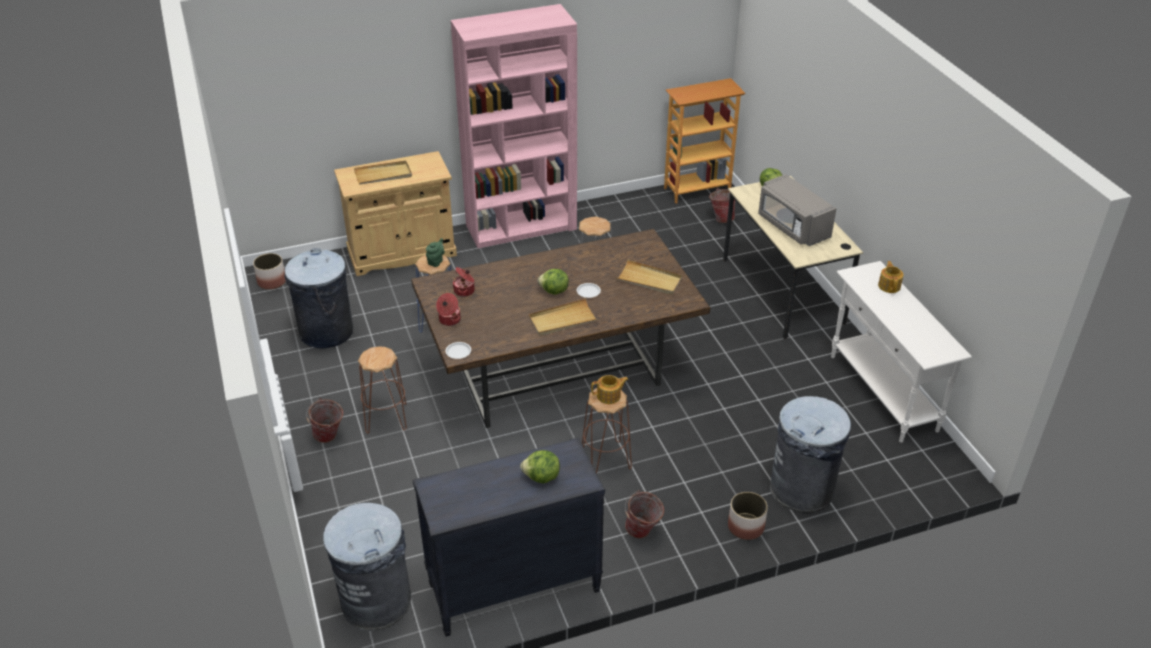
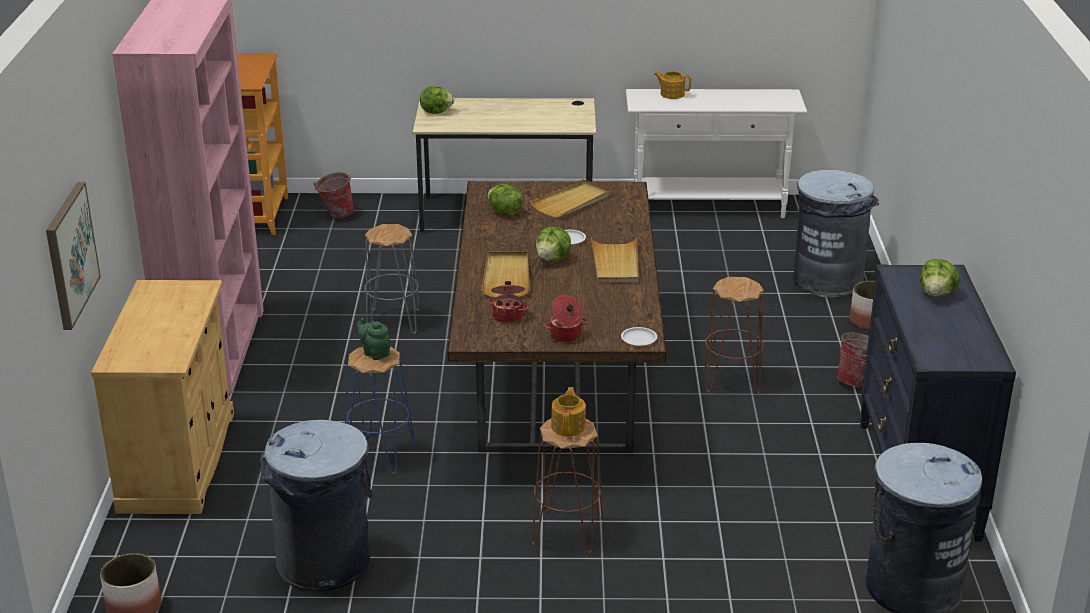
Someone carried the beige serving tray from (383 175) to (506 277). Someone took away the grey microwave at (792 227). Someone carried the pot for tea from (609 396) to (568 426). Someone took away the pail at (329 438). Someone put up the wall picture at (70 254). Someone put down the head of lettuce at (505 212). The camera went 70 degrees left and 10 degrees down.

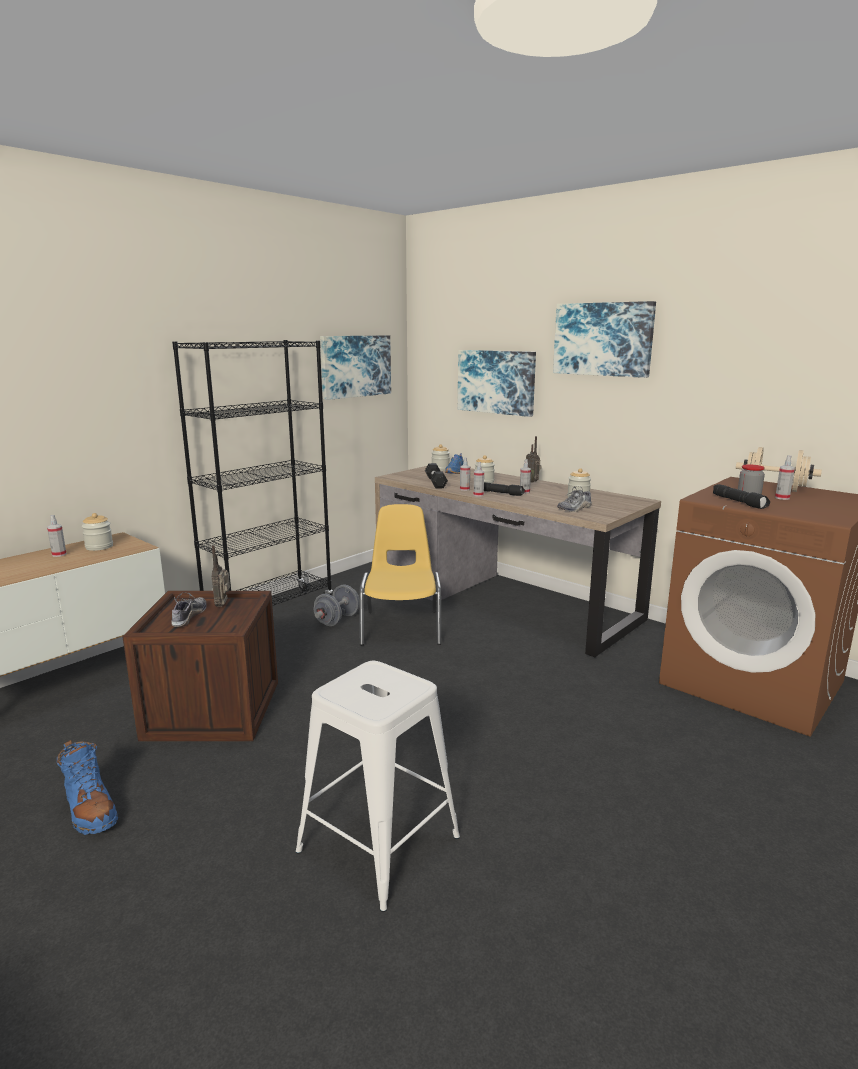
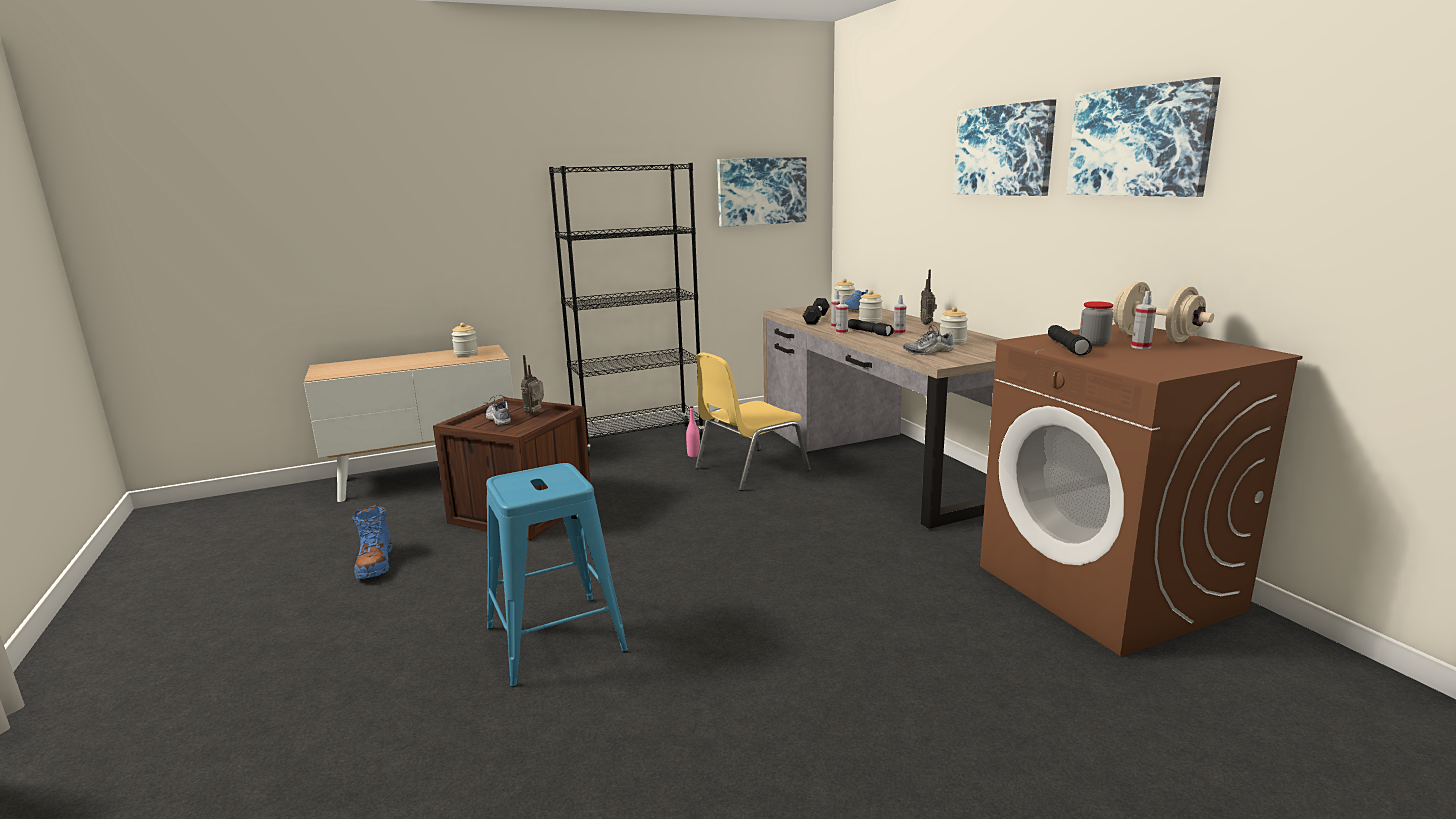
Someone carried the wall picture from (496 382) to (1139 141). Someone rotated the yellowish chair at (401 627) by 150 degrees counterclockwise. Someone took away the spray bottle at (59 554). Someone swapped the grey free weight at (337 620) for the pink bottle at (693 455). Someone rotated the low shoe at (189 617) by 60 degrees counterclockwise. Someone repainted the white stool seat at (378 844), which became the blue-coloured stool seat at (554 639). The camera went 25 degrees right and 0 degrees up.

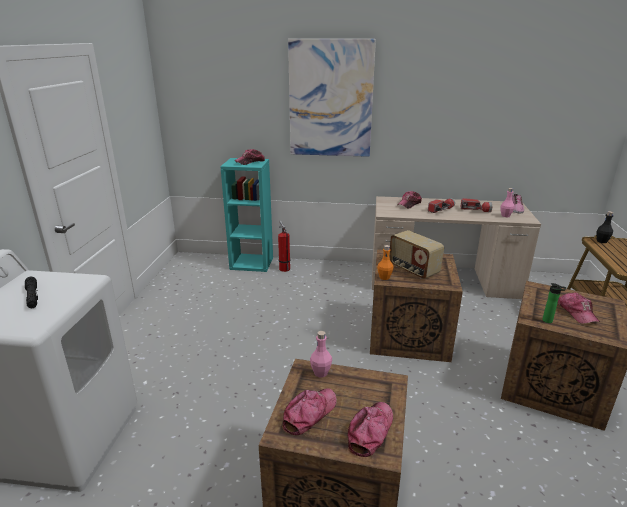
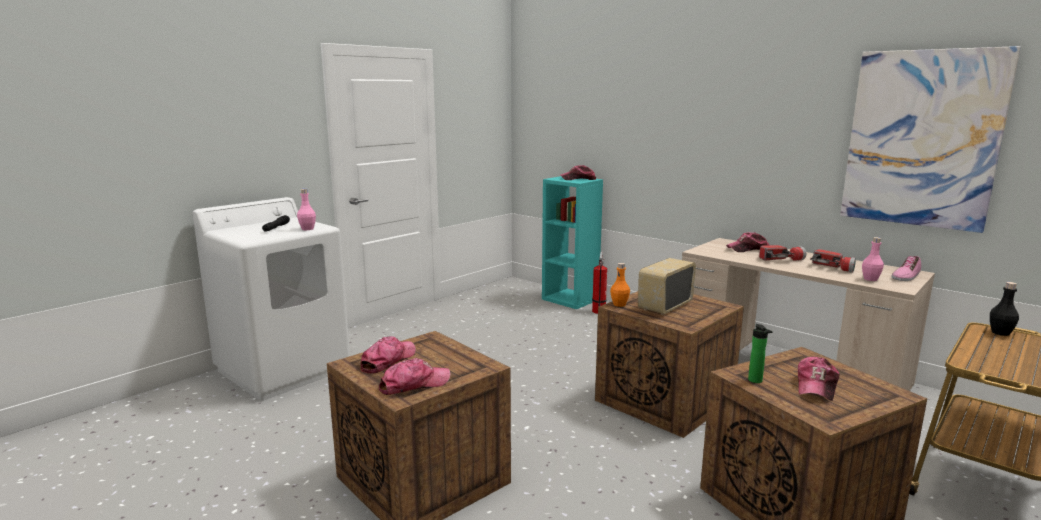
Someone carried the wall picture from (330 99) to (922 139). Someone rotated the radio set at (413 270) by 45 degrees clockwise. Someone carried the pink bottle from (321 373) to (307 229). Someone rotated the baseball cap at (309 414) by 45 degrees counterclockwise. The camera went 35 degrees right and 10 degrees down.

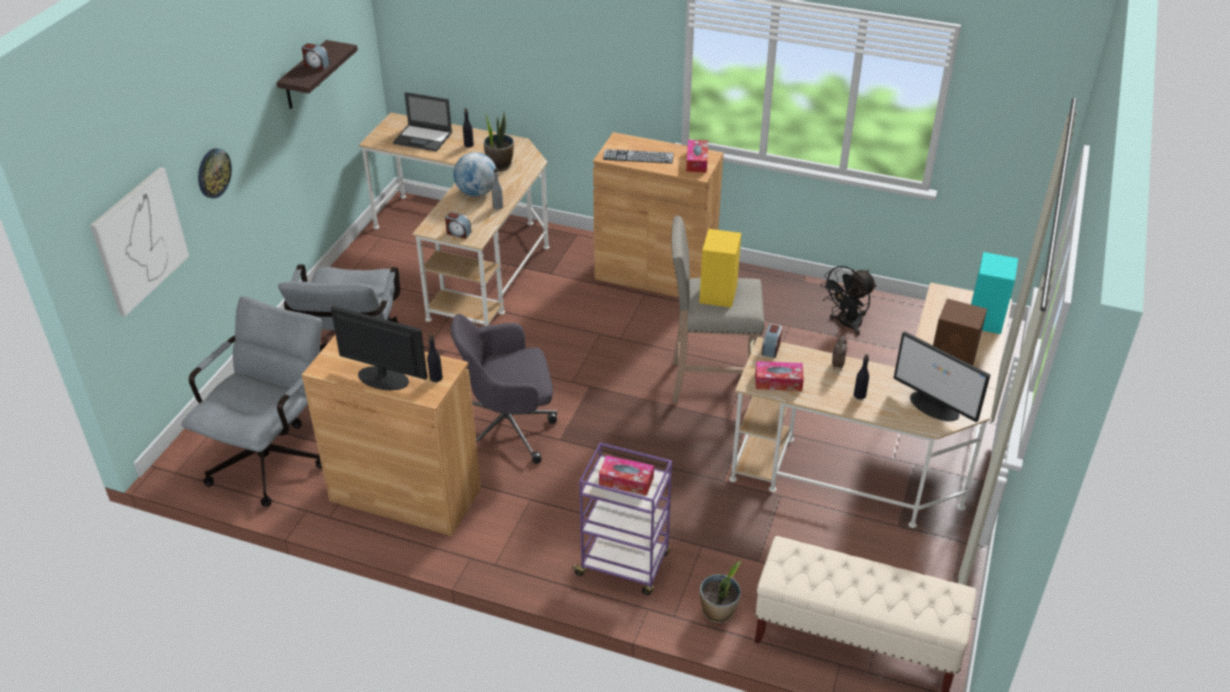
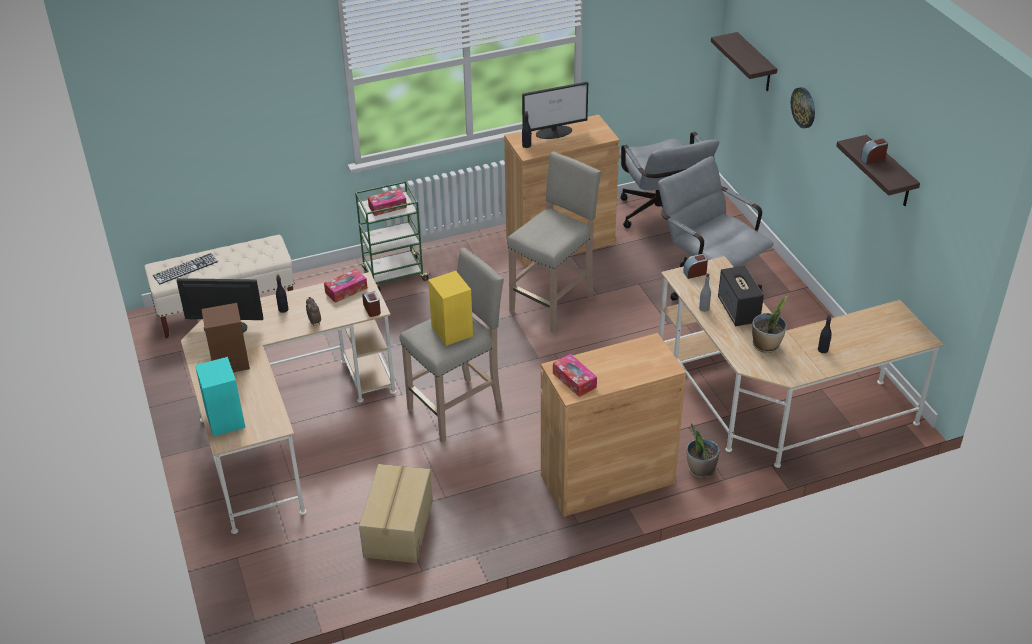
Someone took away the notebook computer at (423 138). Someone carried the PC keyboard from (638 156) to (185 268). Someone swapped the desk globe at (477 193) for the loudspeaker at (738 311). Someone swapped the wall picture at (139 240) for the bracket shelf at (755 63). Someone swapped the black electric fan at (846 324) for the carton at (397 528). Someone swapped the grey desk chair at (509 428) for the beige stool seat at (553 303). Someone repainted the purple-coloured wheeled cart at (624 565), which became the greenish wheeled cart at (394 275). Someone carried the plant in a pot from (718 612) to (700 469). The camera went 140 degrees right and 0 degrees up.

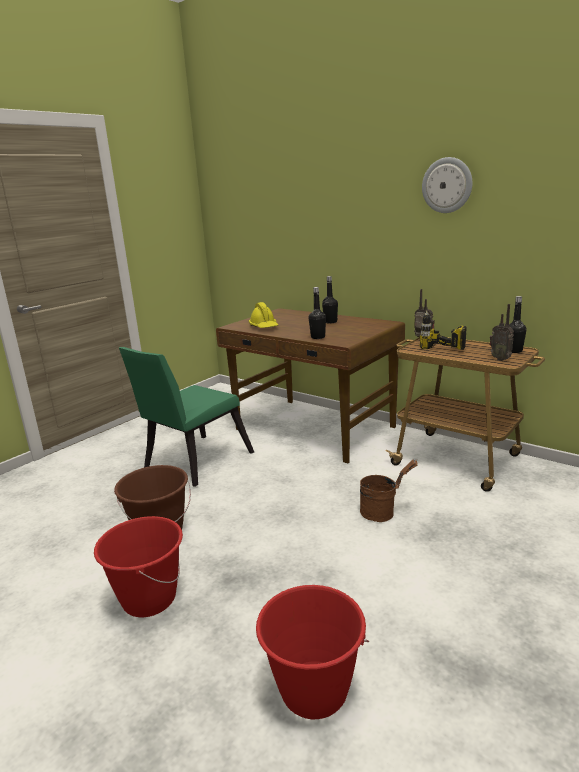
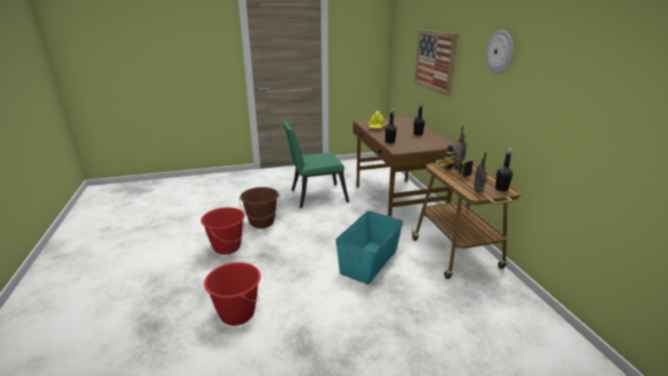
Someone swapped the brownish pail at (383 512) for the turquoise storage bin at (370 261). Someone put up the wall picture at (434 61). The camera went 35 degrees right and 5 degrees up.

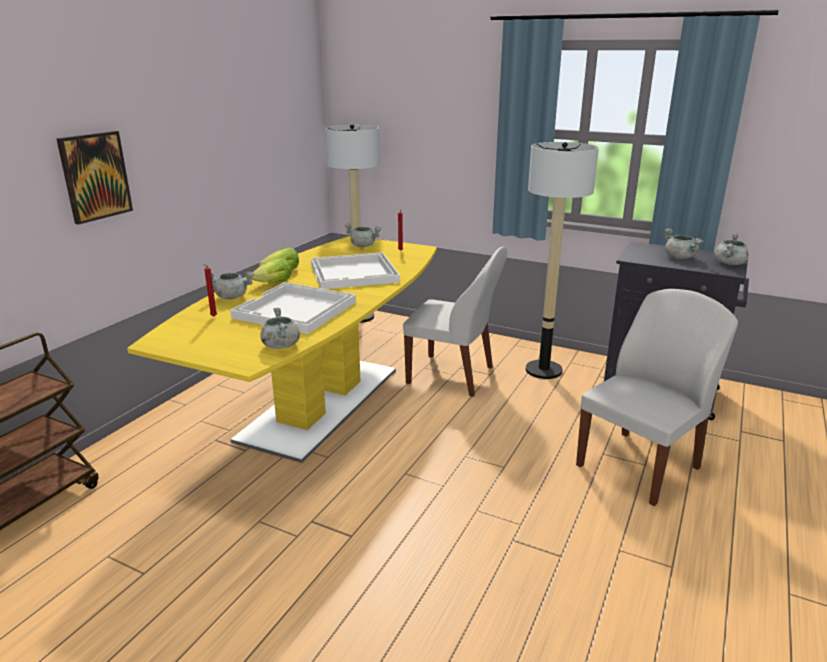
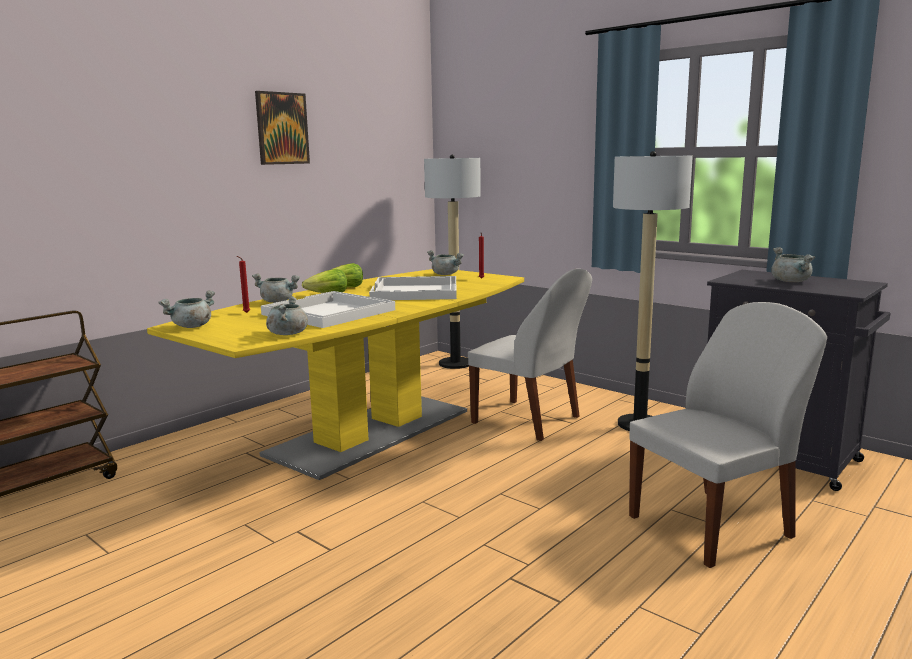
Someone carried the wall picture from (95 176) to (282 128). Someone carried the grey saucepot from (729 263) to (191 326). The camera went 15 degrees right and 10 degrees down.

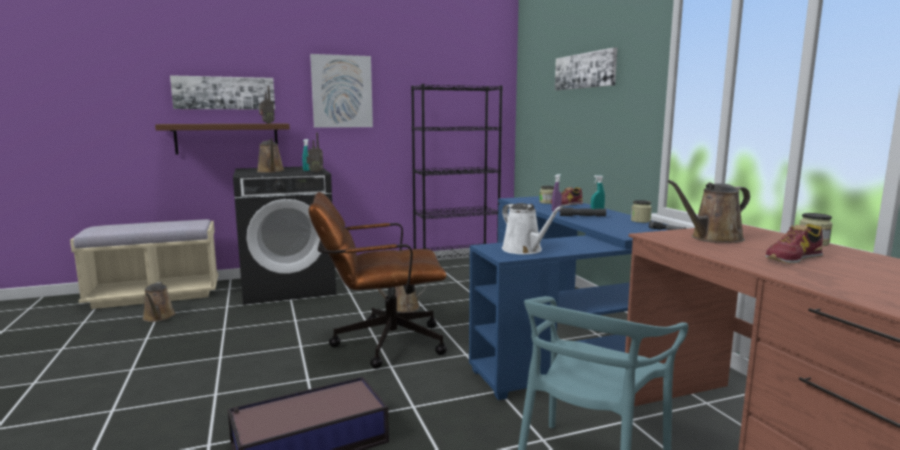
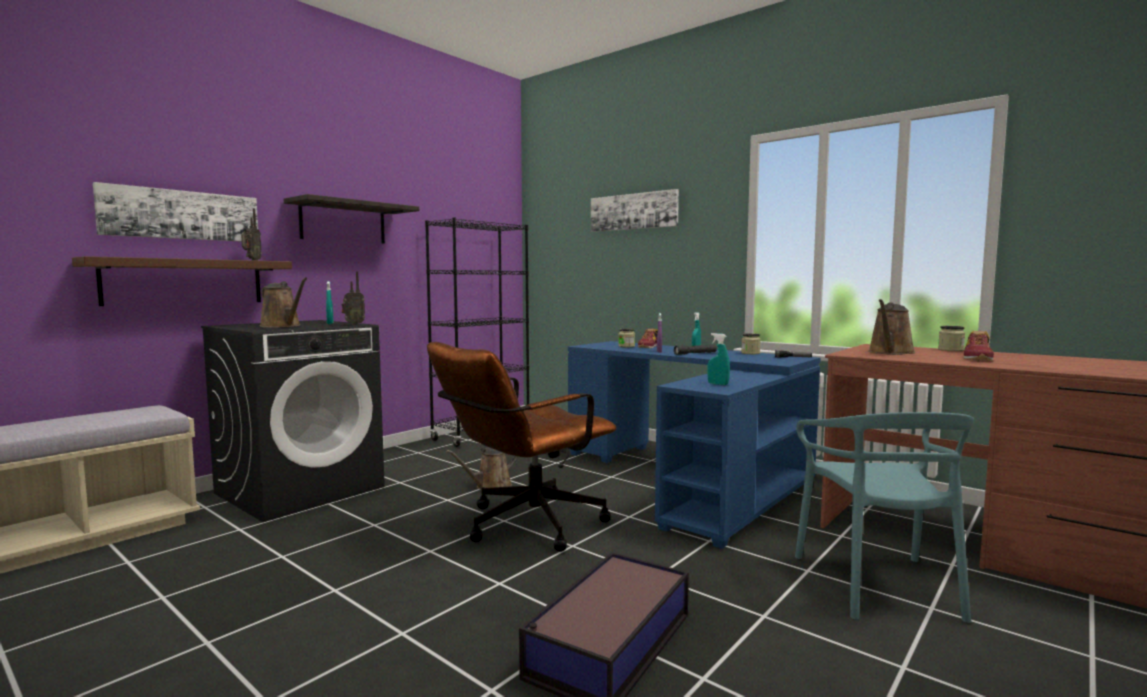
Someone swapped the wall picture at (342 91) for the bracket shelf at (343 223). Someone swapped the white sprinkling can at (524 250) for the turquoise spray bottle at (718 384). Someone took away the brownish sprinkling can at (158 317). The camera went 30 degrees left and 5 degrees down.

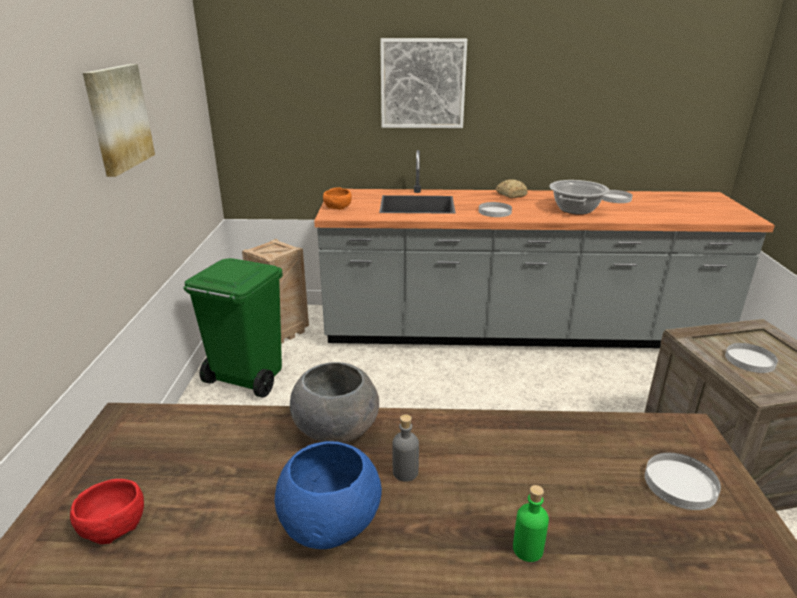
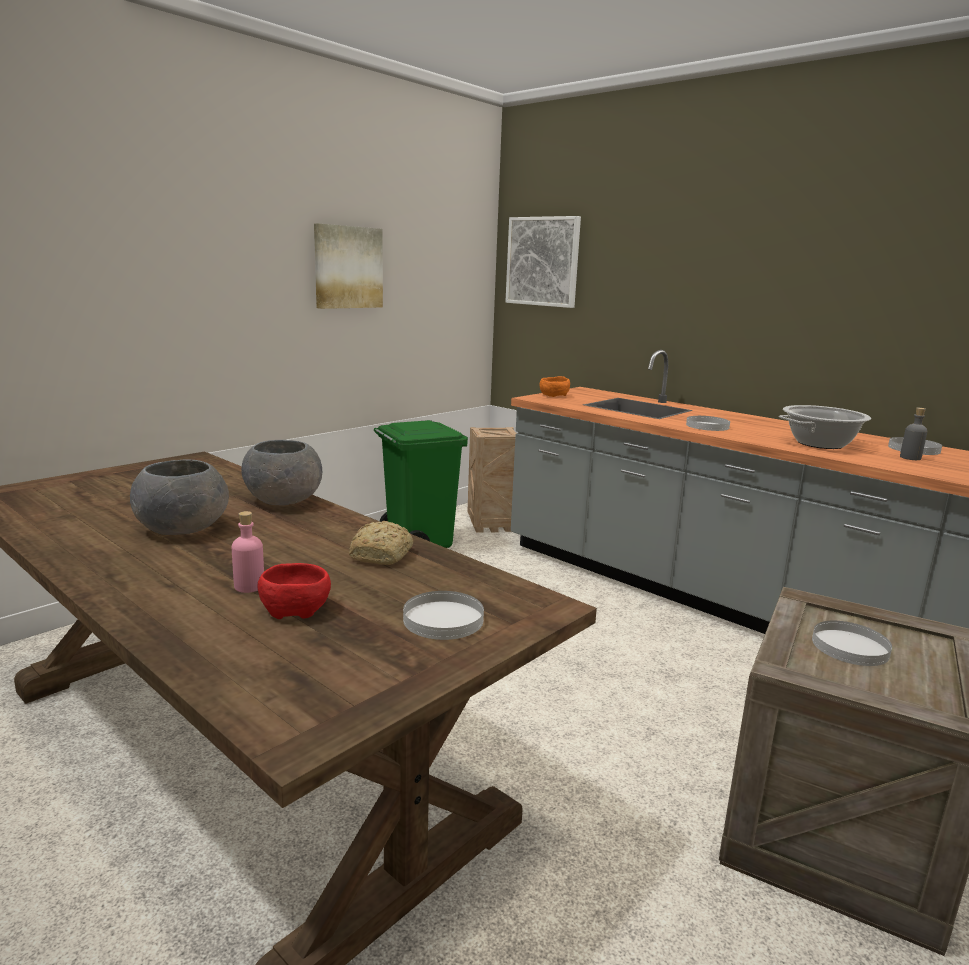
Someone carried the wall picture from (422 84) to (543 261). Someone carried the bakery bread from (511 195) to (383 555). Someone carried the grey bottle from (405 472) to (910 458). Someone repainted the blue-coloured bowl at (331 522), which became the grey bowl at (184 528). Someone carried the reddish bowl from (112 524) to (294 608). Someone repainted the greenish bottle at (527 549), which became the pink bottle at (249 586). The camera went 40 degrees right and 10 degrees down.

